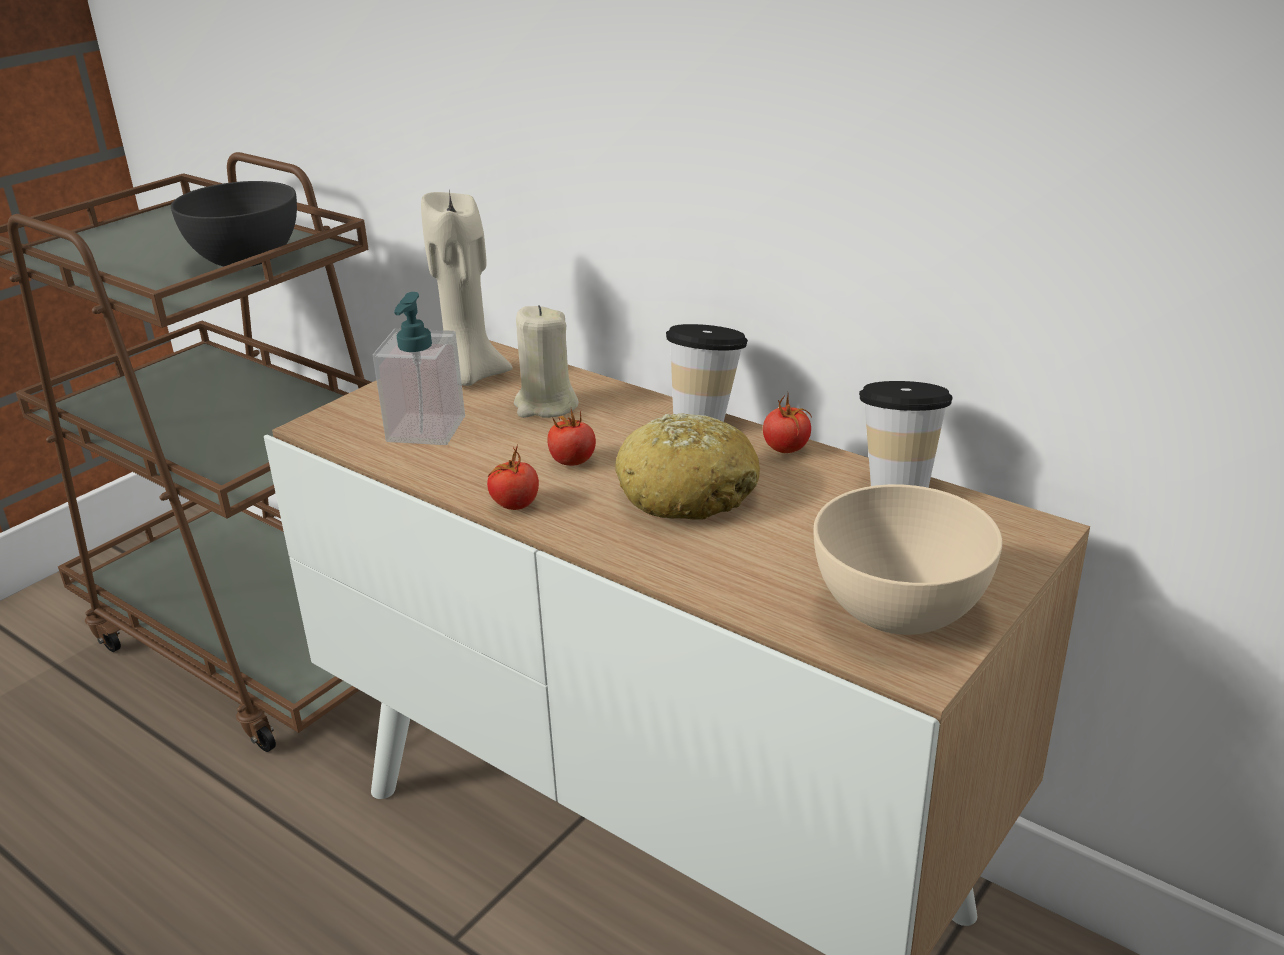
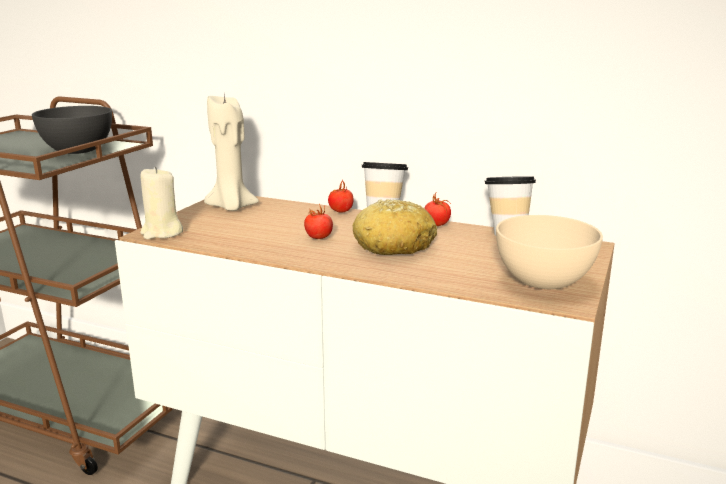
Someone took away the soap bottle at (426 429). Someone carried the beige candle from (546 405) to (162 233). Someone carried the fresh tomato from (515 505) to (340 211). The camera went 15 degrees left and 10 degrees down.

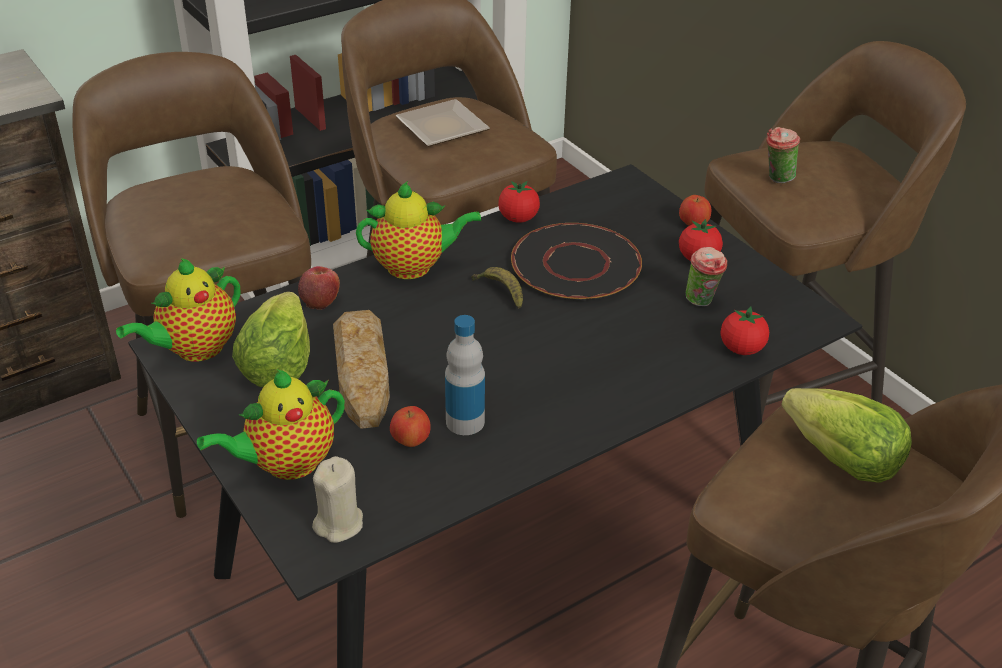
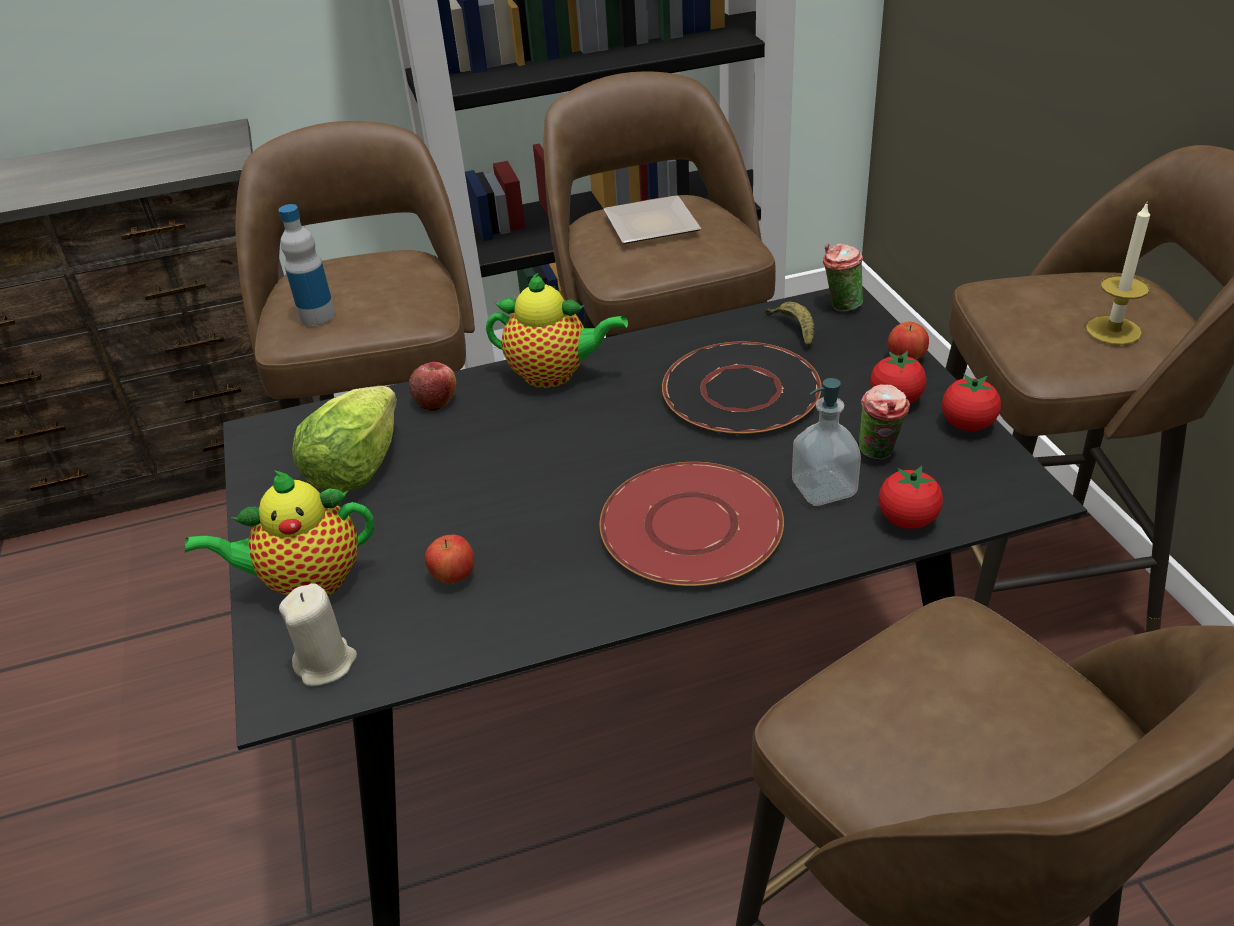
Someone carried the small cup from (776 179) to (840 306). Someone carried the fresh tomato from (518 218) to (967 424). Someone took away the pot for tea at (195 349). Someone carried the whole banana from (501 292) to (793 330). Someone took away the bakery bread at (362 374). Someone carried the bottle from (465 421) to (317 315). Someone took away the head of lettuce at (842 461). Someone put down the candle at (1113 330). Someone put down the soap bottle at (823 489). Someone put down the reddish dinner plate at (690 527). The camera went 20 degrees right and 0 degrees up.

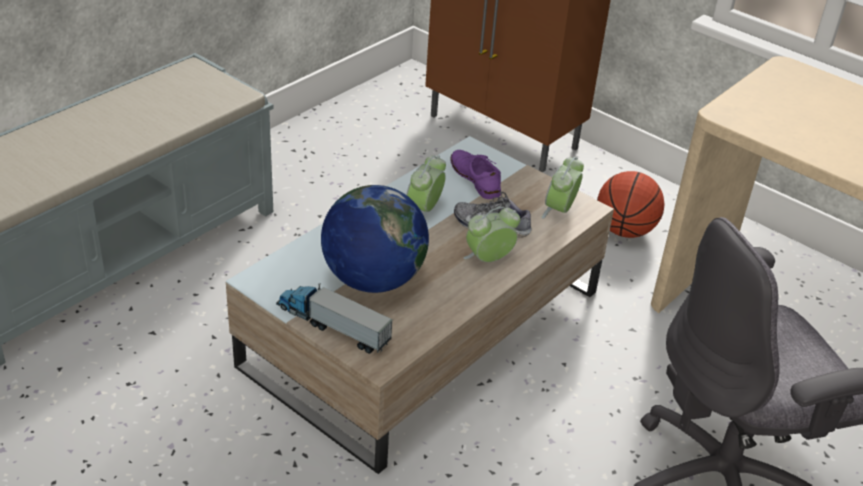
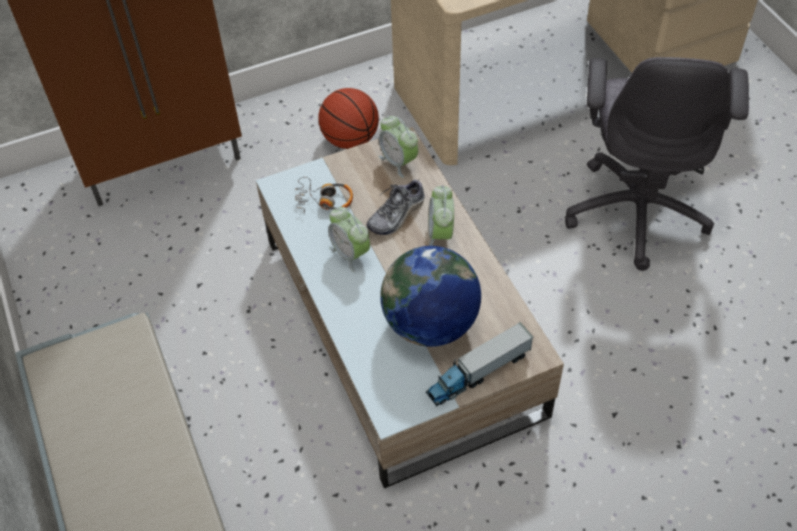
Someone swapped the purple-coloured low shoe at (475 178) for the headset at (324 200). The camera went 60 degrees left and 15 degrees up.

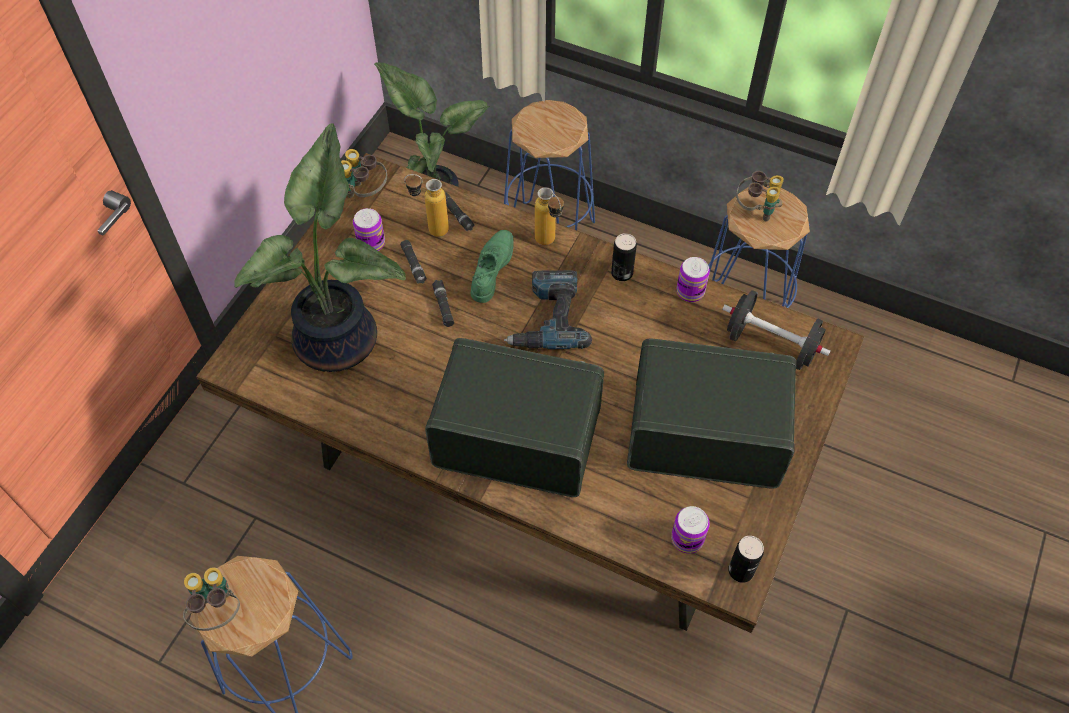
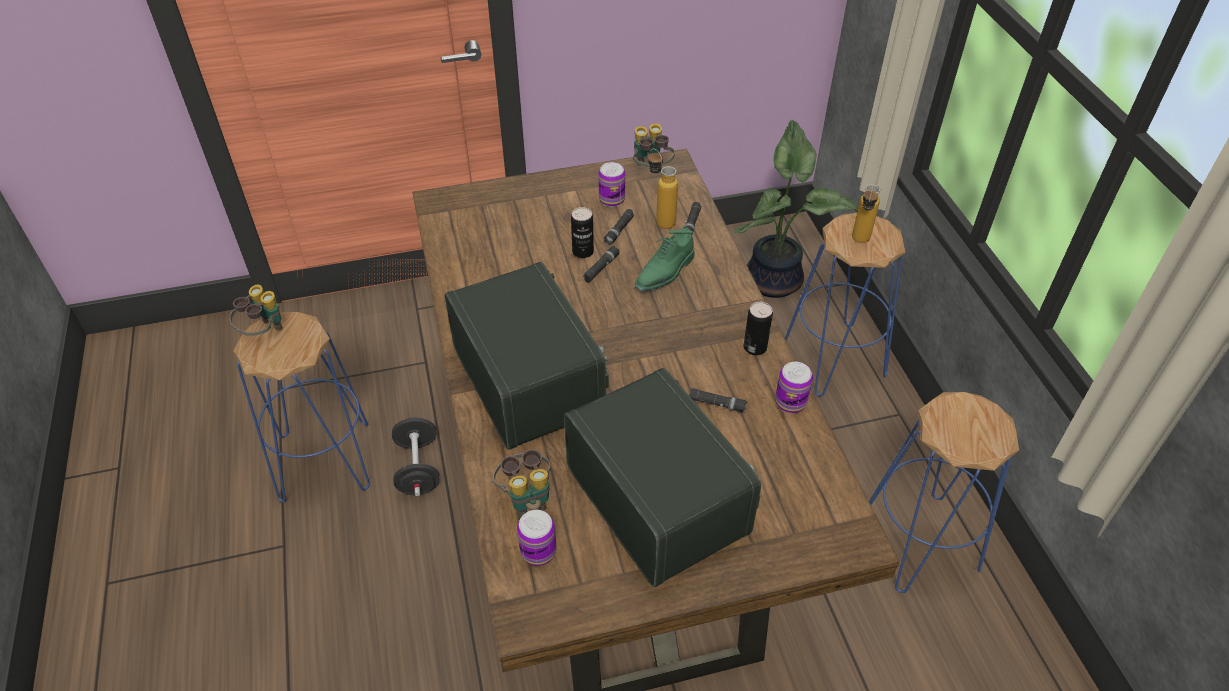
Someone took away the plant in a pot at (341 339). Someone carried the binoculars from (756 210) to (527 498). Someone carried the bottle from (549 244) to (859 243). Someone rotated the greenish low shoe at (492 270) by 150 degrees clockwise. Someone took away the power drill at (547 317). Someone carried the black free weight from (770 344) to (418 468). Someone carried the can from (741 570) to (583 252). Someone put down the black flashlight at (717 404). The camera went 50 degrees right and 10 degrees down.

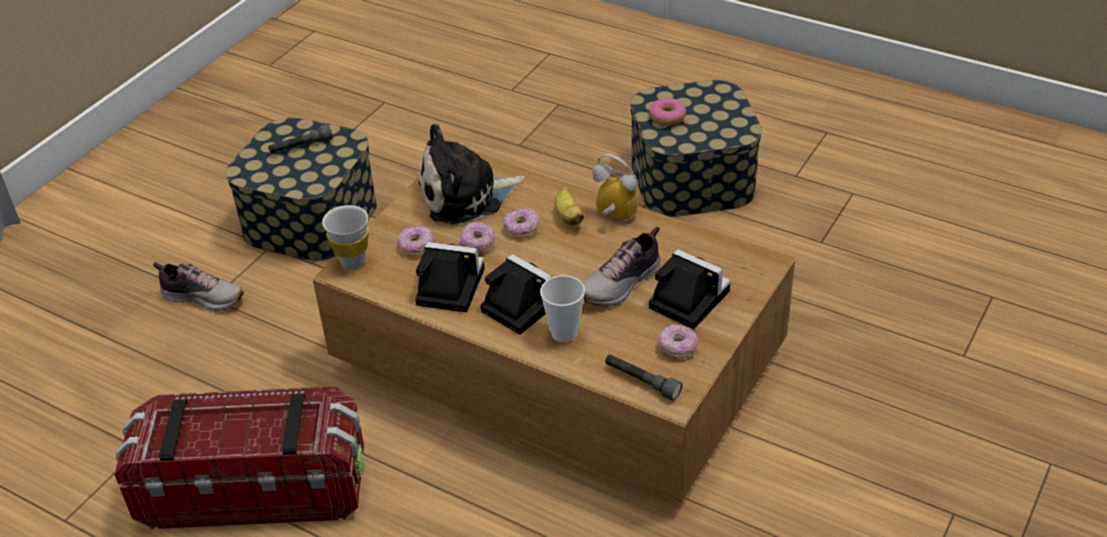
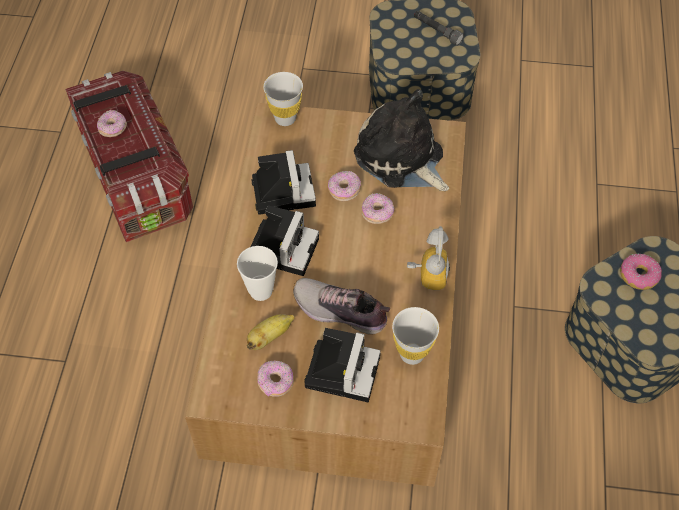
Someone carried the whole banana from (568 217) to (269 337). Someone carried the ring doughnut from (416 247) to (113 129). Someone took away the low shoe at (203 297). Someone took away the grey flashlight at (641 382). Someone put down the white small cup at (412 354). The camera went 65 degrees right and 15 degrees up.

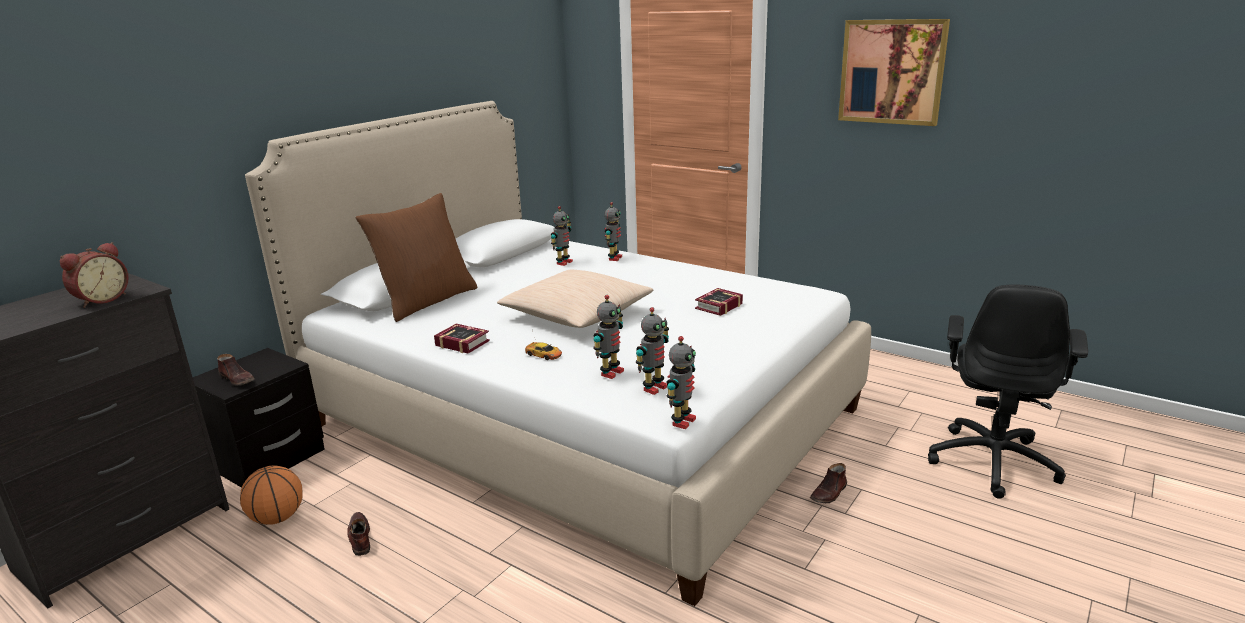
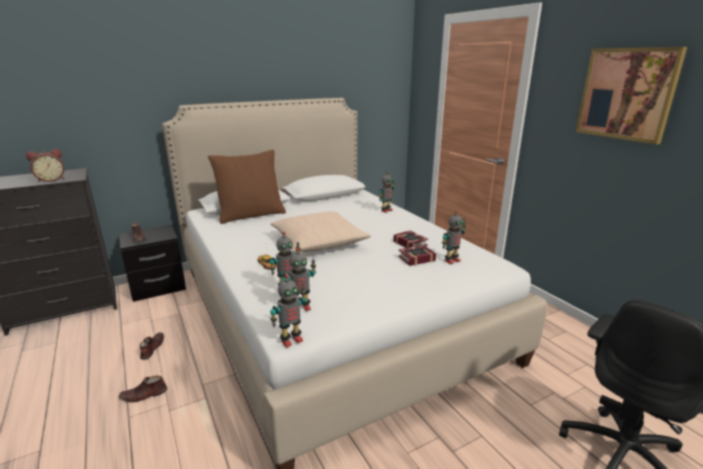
Someone carried the model robot from (563 262) to (451 260). Someone carried the bound book from (461 342) to (410 242). Someone carried the brownish low shoe from (829 493) to (144 395). Someone took away the basketball ball at (277 518). The camera went 25 degrees right and 0 degrees up.

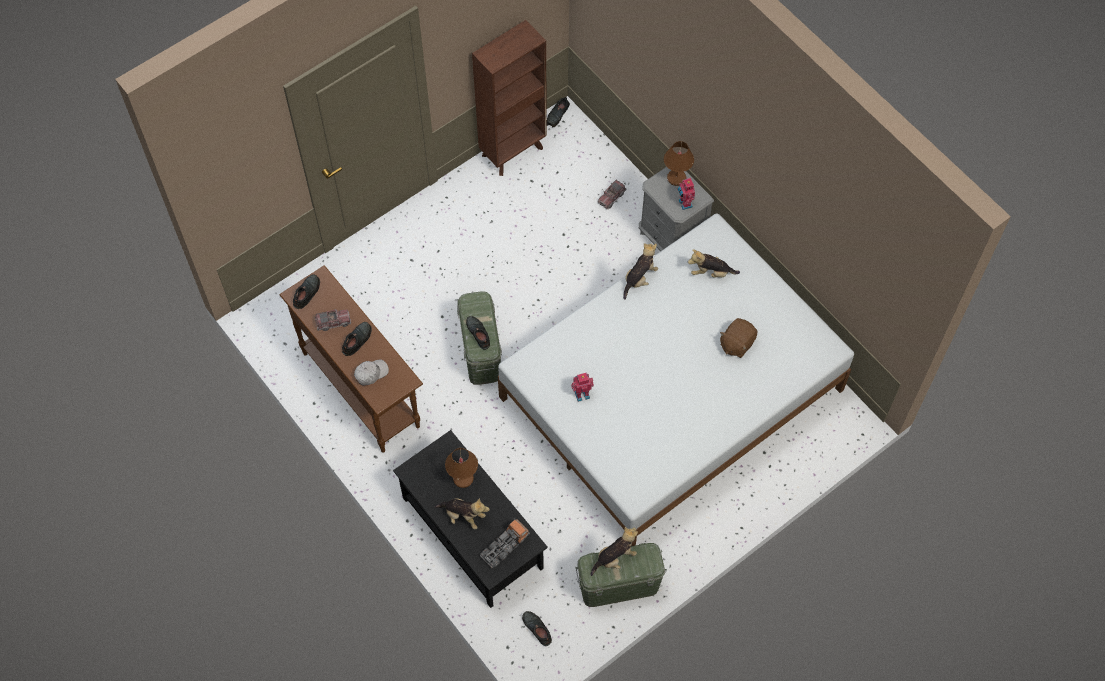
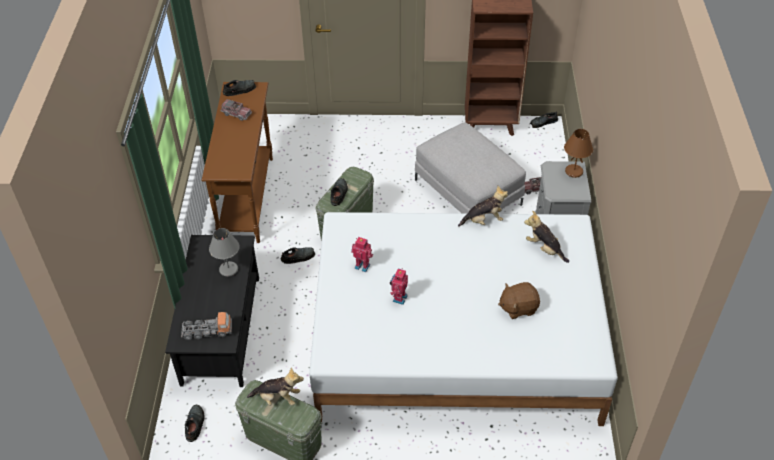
Someone carried the model robot from (684 204) to (399 298). Someone carried the black low shoe from (357 340) to (298 257). Someone took away the white baseball cap at (371 373). Someone repainted the brownish tabletop lamp at (463 478), which became the grey tabletop lamp at (228 269). Someone took away the soft toy at (463 516). Someone put down the grey footrest at (468 192). The camera went 40 degrees right and 15 degrees down.

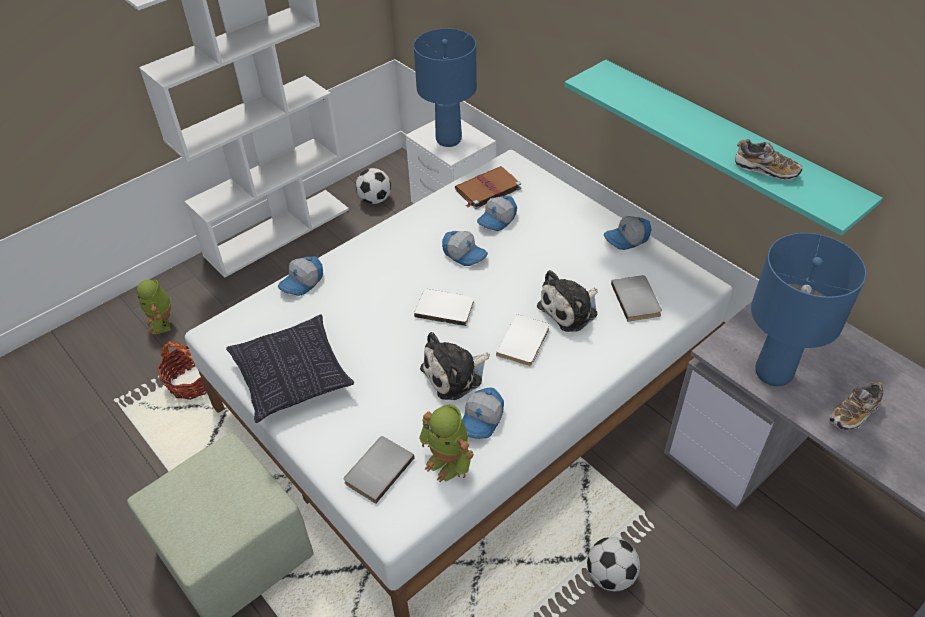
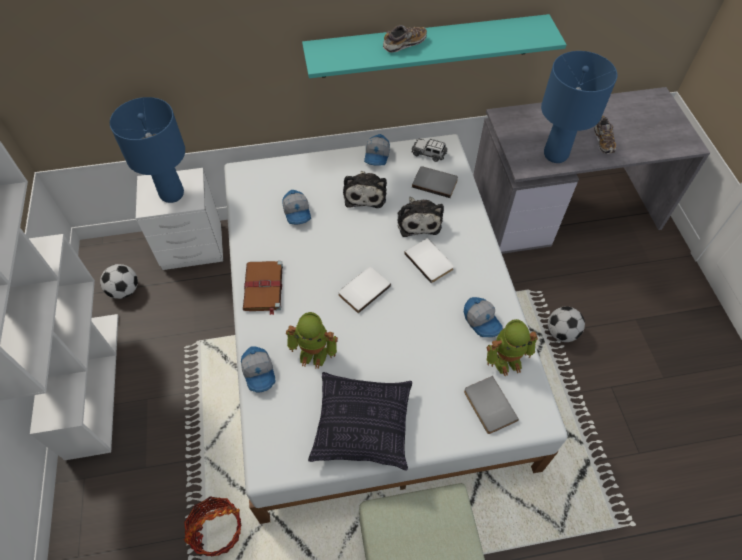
Someone carried the low shoe from (765 169) to (404 44). Someone carried the brownish bound book from (487 189) to (263 288). Someone took away the baseball cap at (465 253). Someone carried the model robot from (163 324) to (314 352). Someone carried the soft toy from (455 374) to (365 193). Someone put down the model car at (429 153). The camera went 60 degrees left and 10 degrees up.

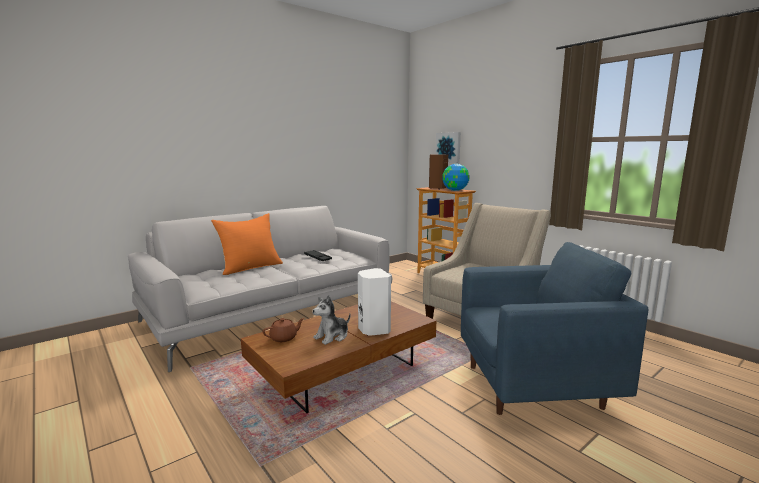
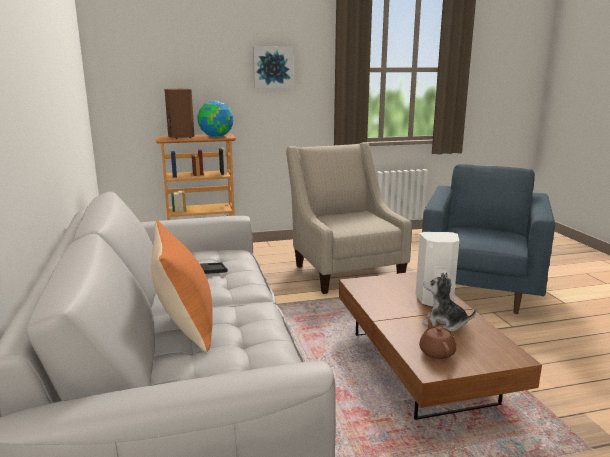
Someone carried the wall picture from (448 147) to (272 67). Someone rotated the soft toy at (332 336) by 135 degrees clockwise. The camera went 65 degrees left and 5 degrees up.

